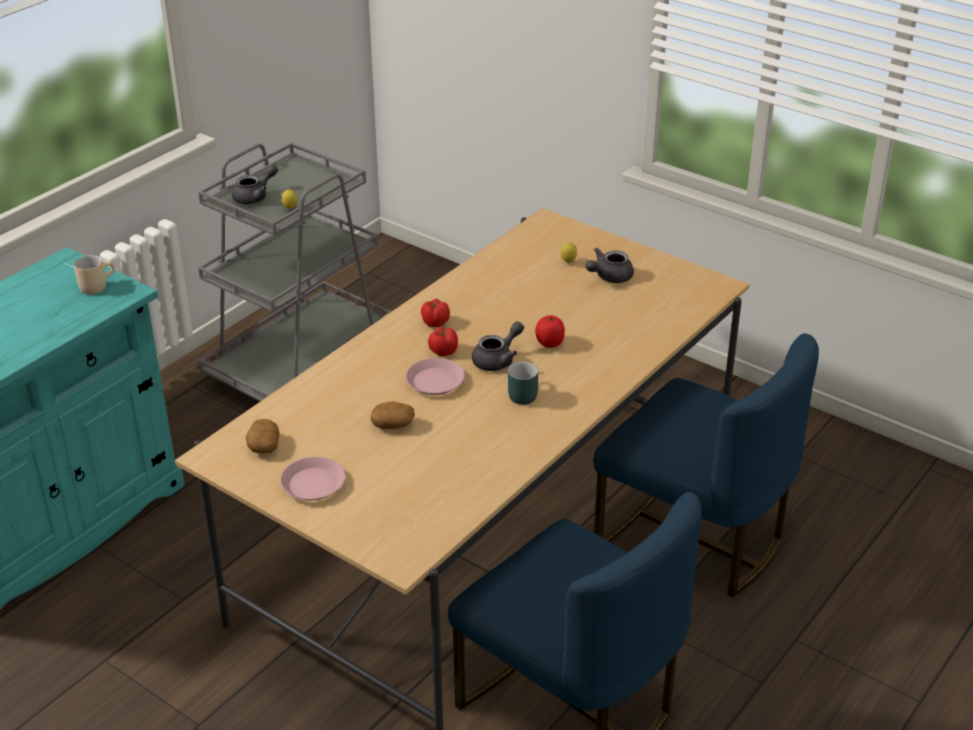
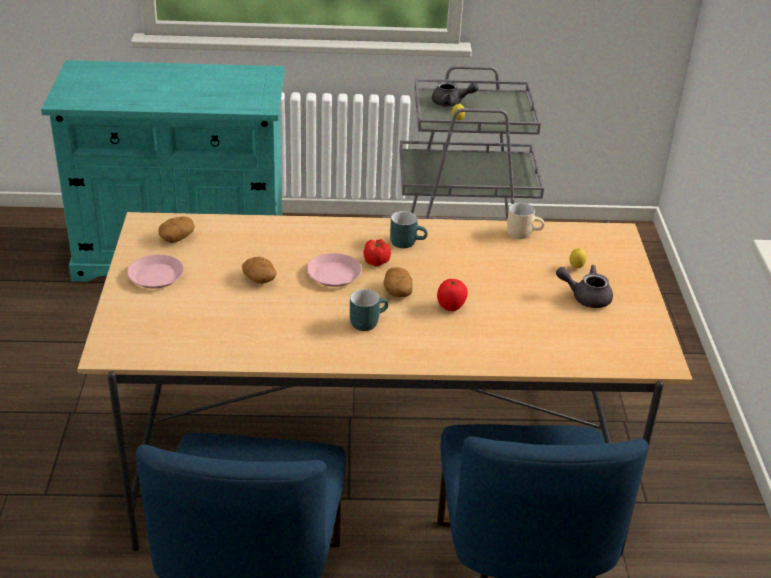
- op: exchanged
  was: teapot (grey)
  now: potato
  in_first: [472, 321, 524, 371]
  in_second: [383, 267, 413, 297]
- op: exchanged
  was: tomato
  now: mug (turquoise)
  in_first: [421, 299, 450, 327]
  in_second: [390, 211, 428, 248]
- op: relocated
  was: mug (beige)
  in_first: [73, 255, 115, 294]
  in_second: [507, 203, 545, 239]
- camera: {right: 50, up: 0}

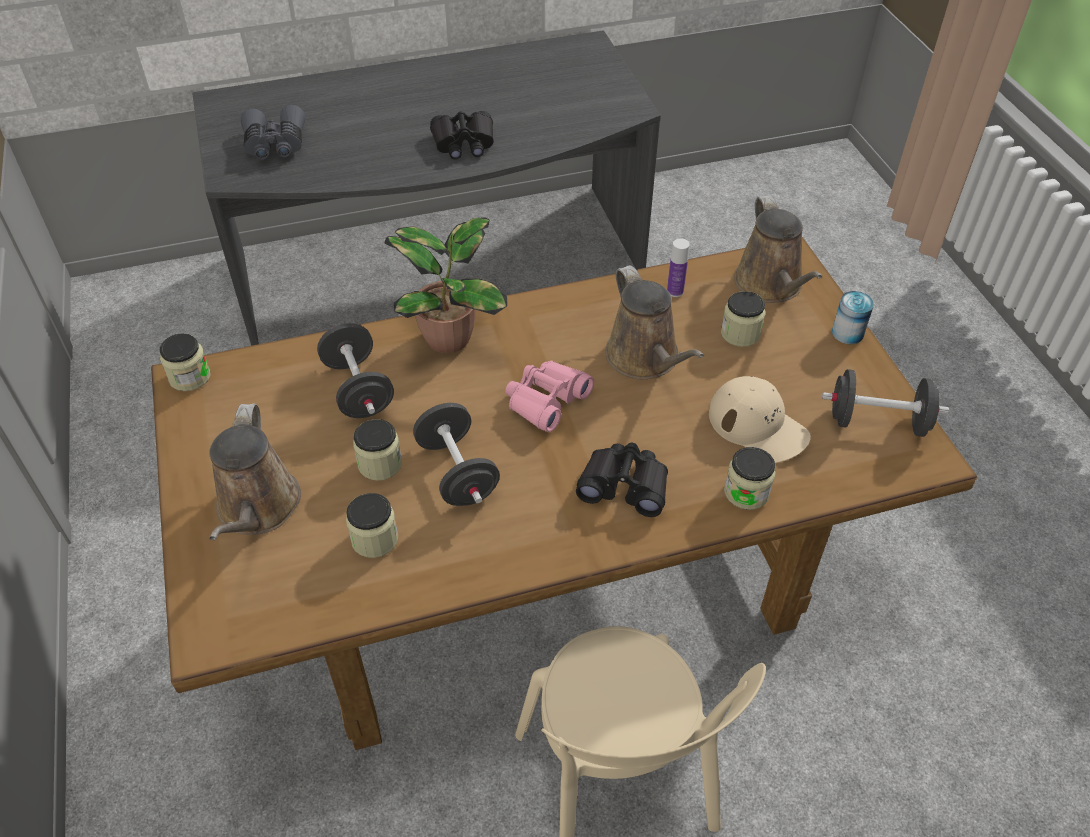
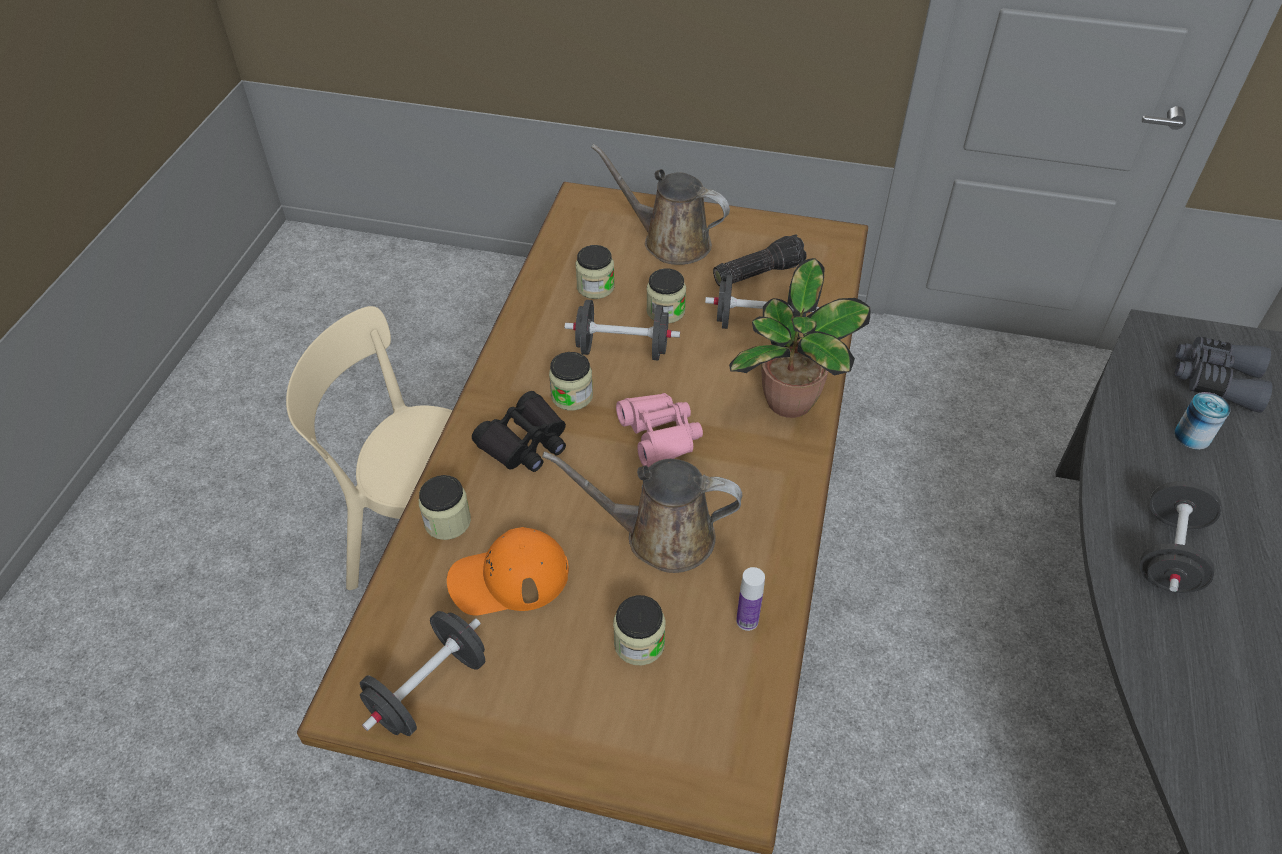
- op: colour
  was: cap (beige)
  now: cap (orange)
  in_first: [709, 376, 811, 463]
  in_second: [447, 527, 569, 616]
- op: relocated
  was: jar
  in_first: [160, 333, 210, 391]
  in_second: [549, 352, 593, 410]
- op: appeared
  now: flashlight
  in_second: [713, 234, 806, 287]
- op: exchanged
  was: binoculars (black)
  now: dumbbell (black)
  in_first: [430, 111, 494, 160]
  in_second: [1140, 481, 1221, 593]
- op: relocated
  was: can
  in_first: [832, 291, 874, 344]
  in_second: [1174, 392, 1230, 450]
- op: missing
  was: watering can (brown)
  in_first: [734, 195, 822, 303]
- camera: {right: 120, up: 0}

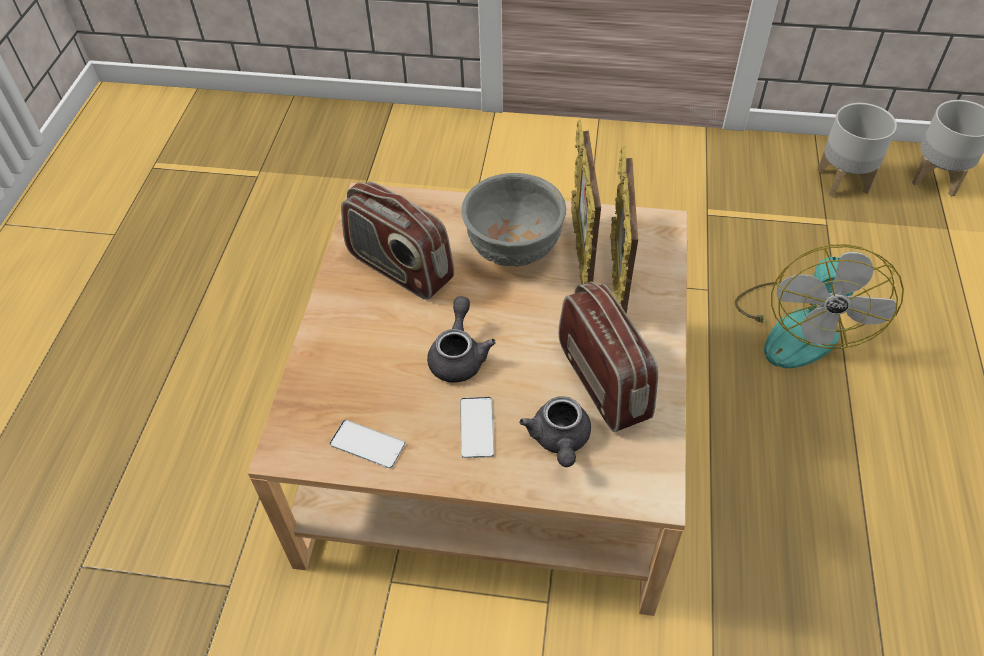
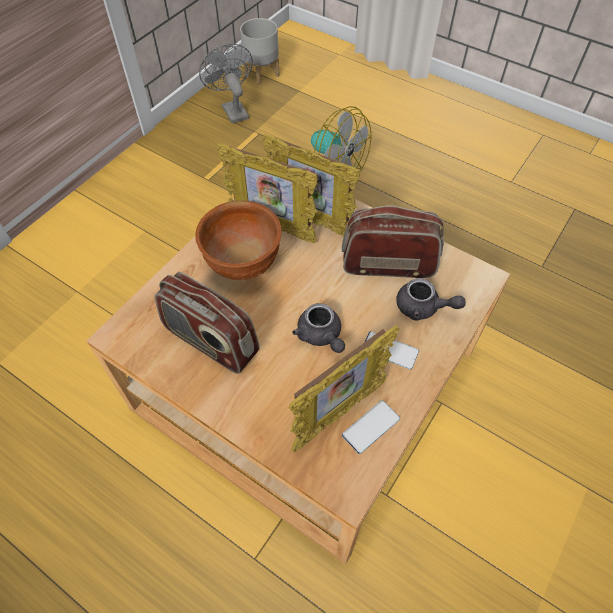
- op: spun
  was: radio
  in_first: [341, 181, 454, 300]
  in_second: [155, 272, 260, 374]
  clockwise: 60
- op: colour
  was: bowl (grey)
  now: bowl (brown)
  in_first: [461, 173, 566, 267]
  in_second: [195, 200, 282, 280]
- op: exchanged
  was: planter (grey)
  now: fan (grey)
  in_first: [817, 103, 897, 197]
  in_second: [199, 44, 253, 124]
- op: appeared
  now: picture frame
  in_second: [289, 325, 399, 452]
- op: spun
  was: teapot (grey)
  in_first: [427, 296, 496, 383]
  in_second: [292, 303, 345, 353]
  clockwise: -150
- camera: {right: -65, up: 5}

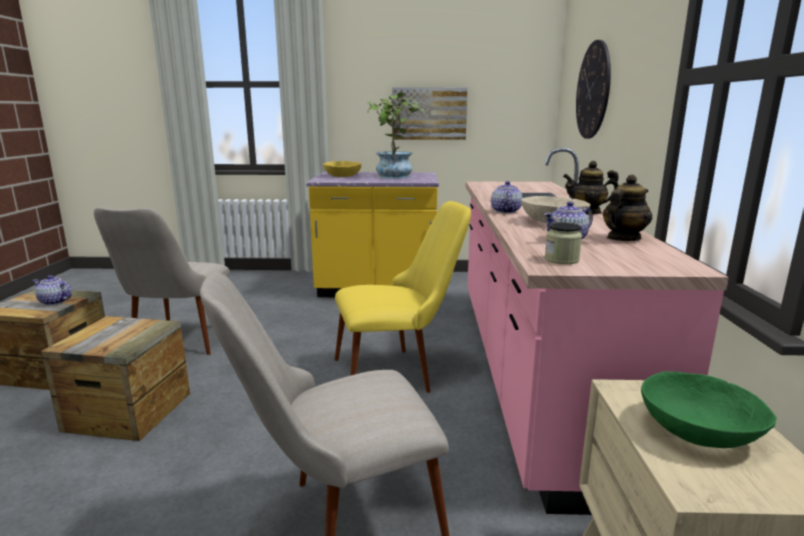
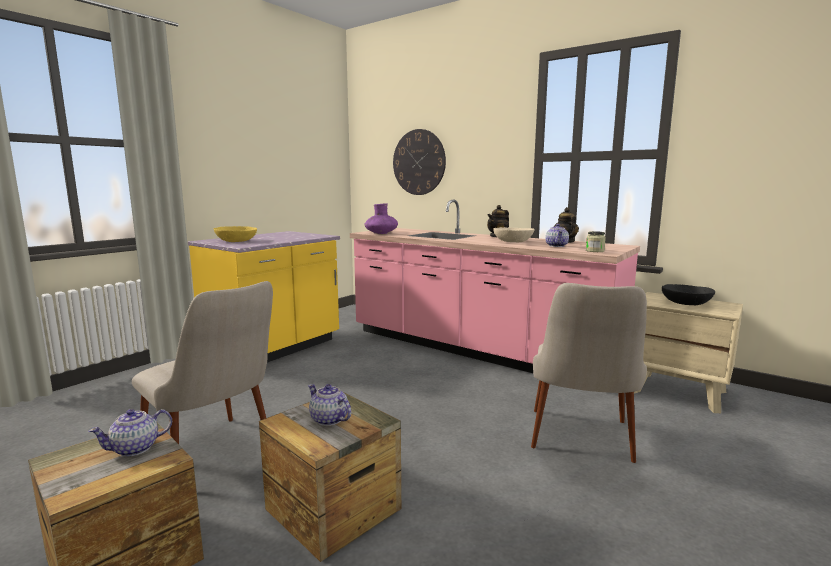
- op: relocated
  was: teapot
  in_first: [491, 181, 523, 213]
  in_second: [308, 384, 351, 426]
- op: appeared
  now: vase (purple)
  in_second: [364, 203, 398, 234]
- op: colour
  was: bowl (green)
  now: bowl (black)
  in_first: [641, 371, 776, 448]
  in_second: [662, 284, 715, 306]
- op: missing
  was: chair (yellow)
  in_first: [335, 201, 471, 393]
- op: missing
  was: potted plant
  in_first: [367, 92, 425, 179]
- op: missing
  was: picture
  in_first: [392, 87, 468, 140]
- camera: {right: -55, up: -5}

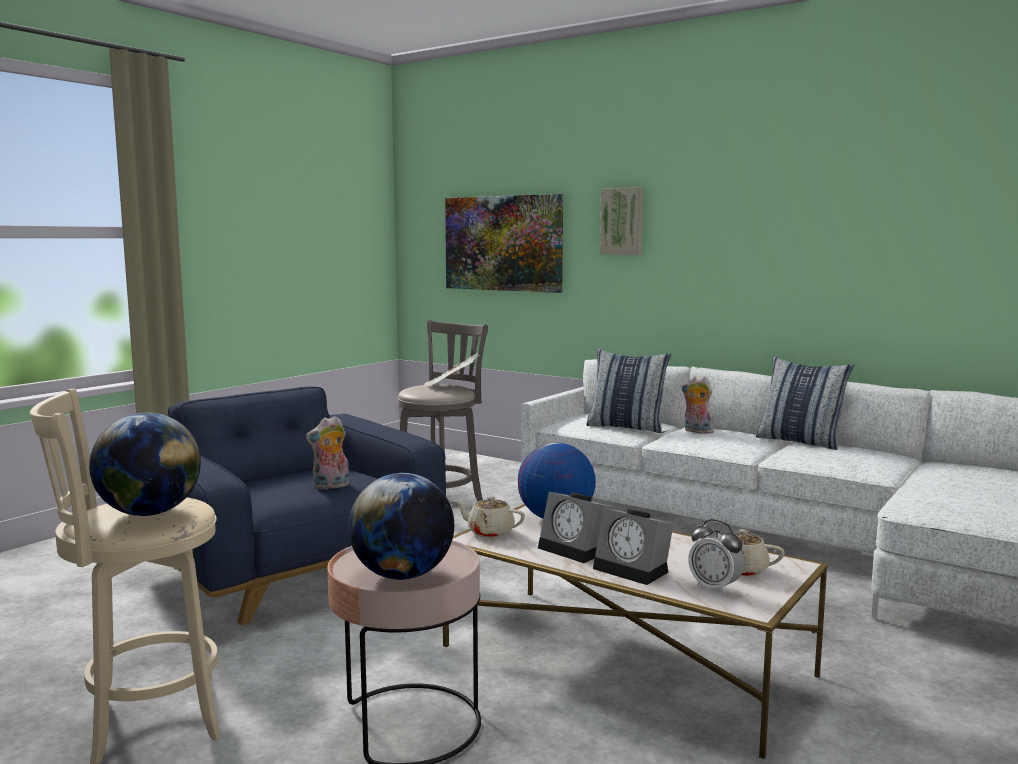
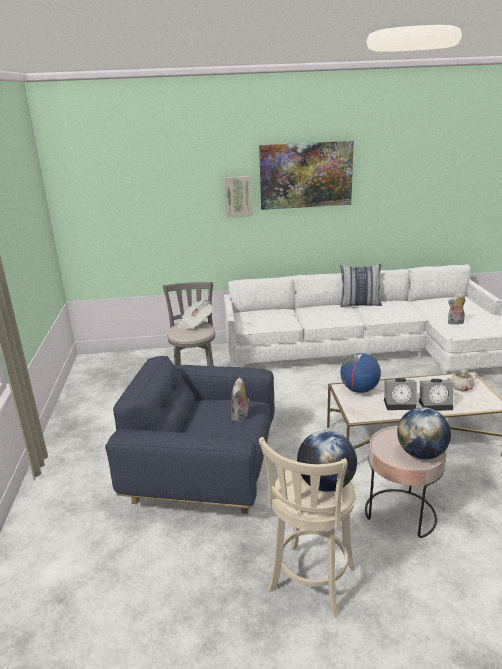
- op: relocated
  was: picture
  in_first: [445, 194, 563, 293]
  in_second: [259, 141, 354, 210]
- op: relocated
  was: plush toy
  in_first: [681, 376, 715, 434]
  in_second: [448, 293, 466, 325]
- op: missing
  was: teapot (beige)
  in_first: [454, 496, 525, 538]
- op: missing
  was: pillow
  in_first: [586, 349, 671, 433]
- op: missing
  was: alarm clock
  in_first: [688, 519, 744, 594]
- camera: {right: -40, up: 15}

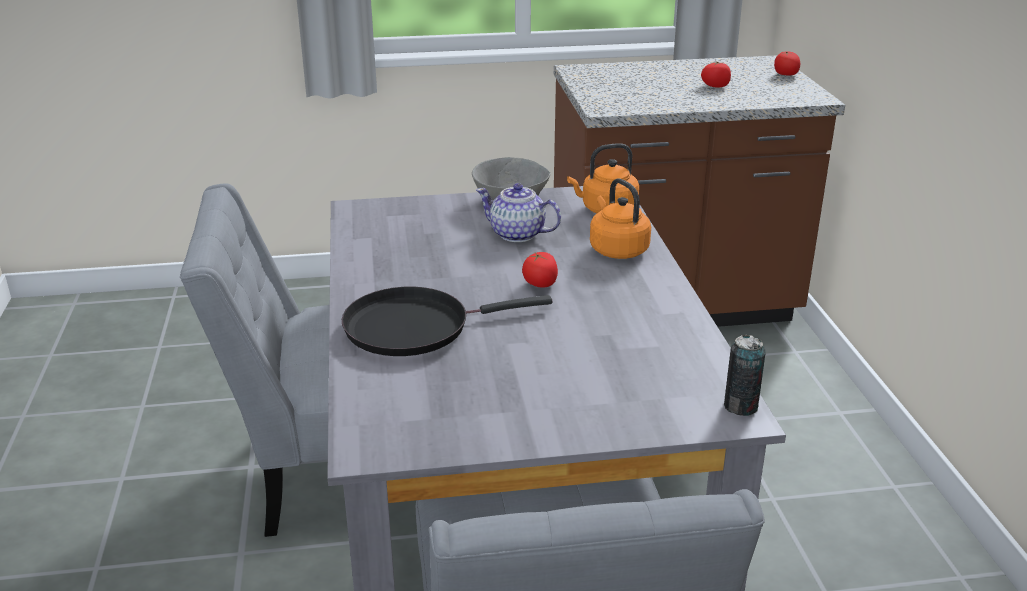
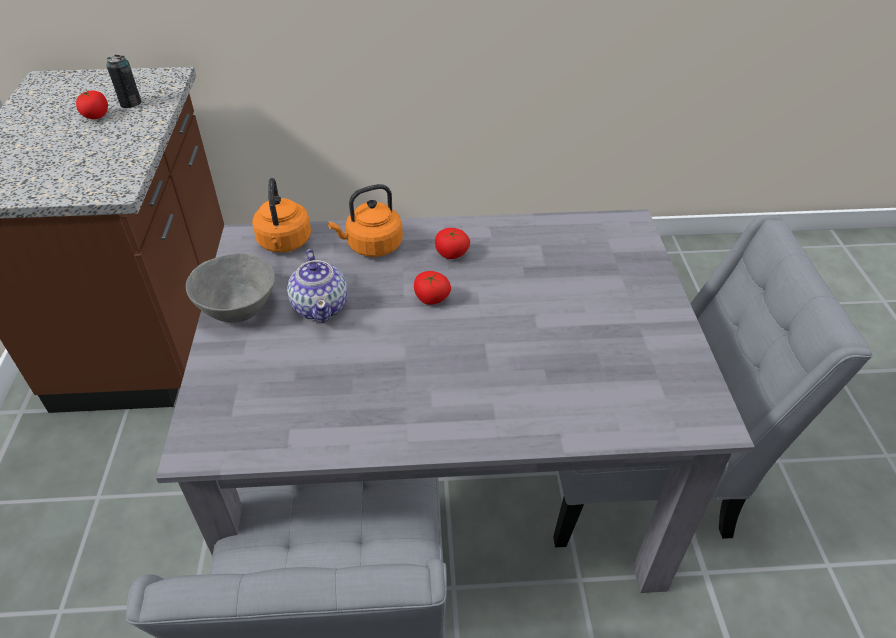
- op: relocated
  was: can
  in_first: [724, 335, 766, 416]
  in_second: [106, 55, 141, 108]
- op: spun
  was: teapot
  in_first: [476, 183, 561, 242]
  in_second: [287, 249, 348, 323]
  clockwise: -45
- op: relocated
  was: tomato
  in_first: [774, 51, 800, 76]
  in_second: [435, 228, 470, 259]
- op: missing
  was: frying pan (black)
  in_first: [342, 287, 552, 356]
- camera: {right: -85, up: 15}

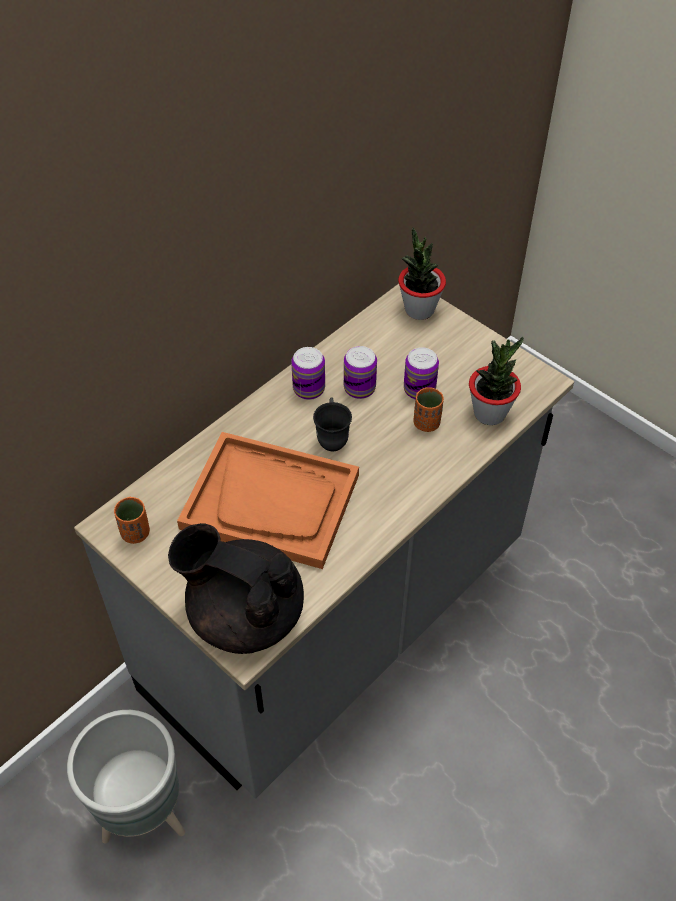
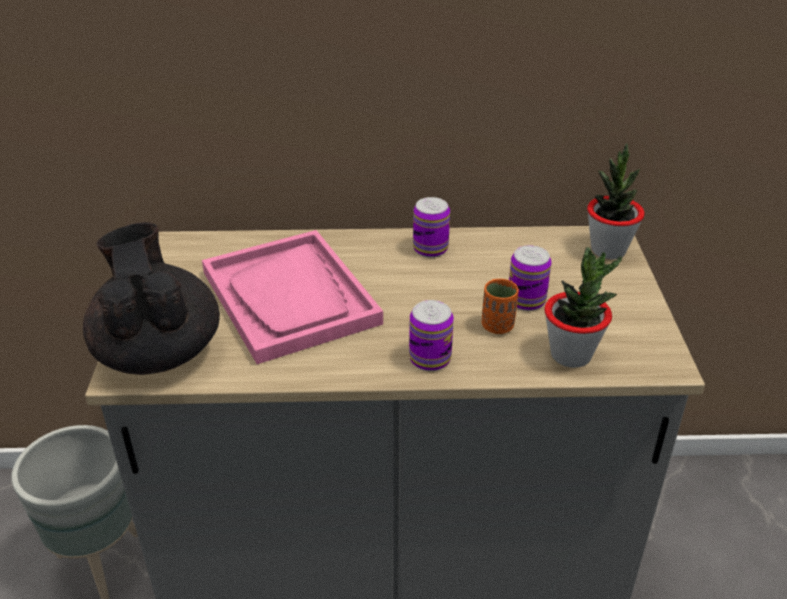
- op: colour
  was: tray (orange)
  now: tray (pink)
  in_first: [177, 432, 359, 569]
  in_second: [202, 230, 383, 364]
- op: relocated
  was: can
  in_first: [344, 346, 377, 399]
  in_second: [409, 300, 454, 371]
- op: missing
  was: cup (orange)
  in_first: [114, 497, 150, 544]
- op: missing
  was: mug (grey)
  in_first: [313, 397, 352, 451]
- camera: {right: 45, up: -15}

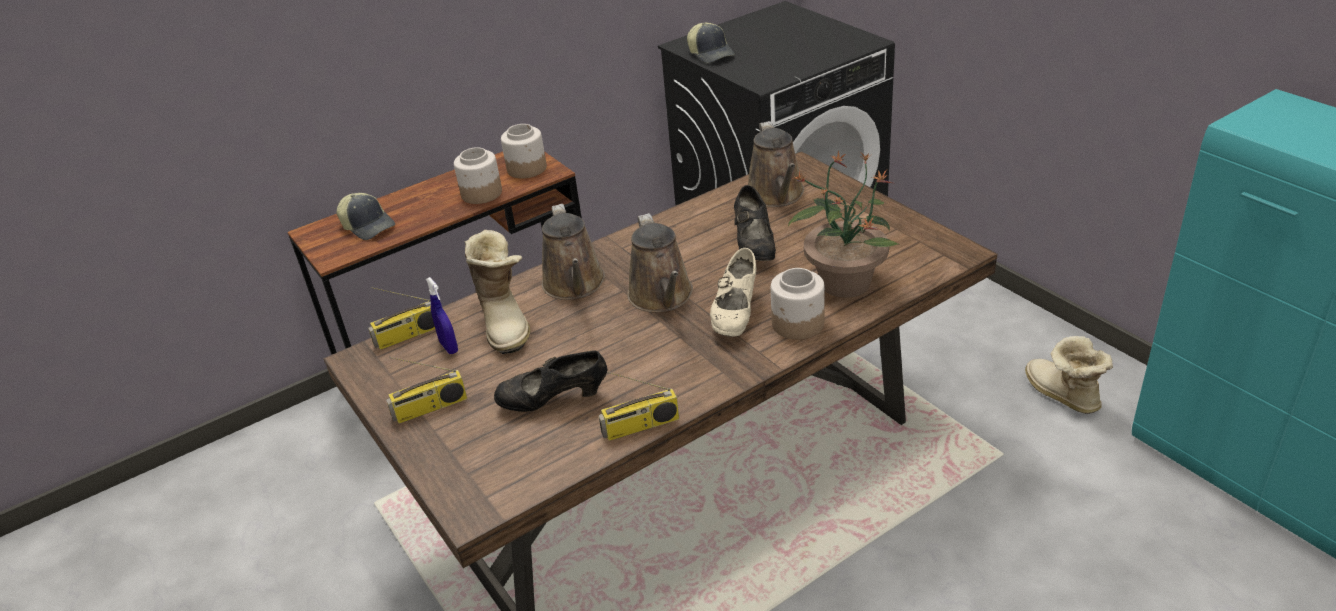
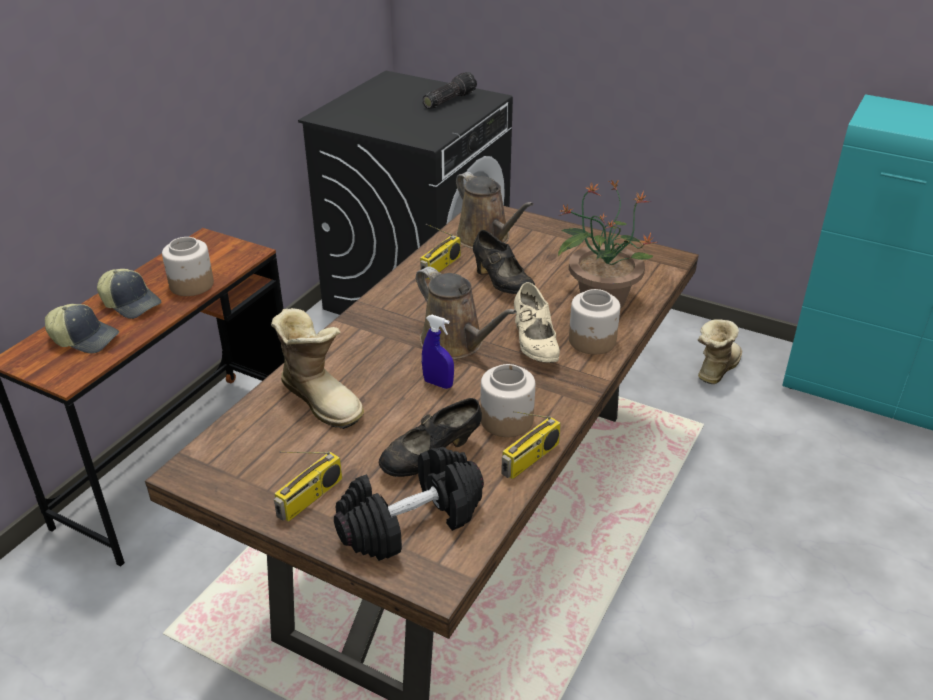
- op: relocated
  was: cap
  in_first: [687, 23, 735, 63]
  in_second: [97, 269, 161, 319]
- op: appeared
  now: dumbbell (black)
  in_second: [334, 447, 484, 561]
- op: relocated
  was: radio
  in_first: [368, 287, 435, 350]
  in_second: [420, 224, 461, 280]
- op: appeared
  now: flashlight
  in_second: [422, 72, 477, 109]
- op: relocated
  was: spray bottle (blue)
  in_first: [426, 277, 458, 354]
  in_second: [422, 315, 454, 389]
- op: relocated
  was: jar
  in_first: [501, 124, 547, 179]
  in_second: [480, 364, 535, 437]
- op: spun
  was: boot
  in_first: [1025, 336, 1113, 414]
  in_second: [698, 319, 742, 384]
  clockwise: 90
- op: missing
  was: watering can (brown)
  in_first: [541, 204, 605, 300]
- camera: {right: -30, up: 0}

